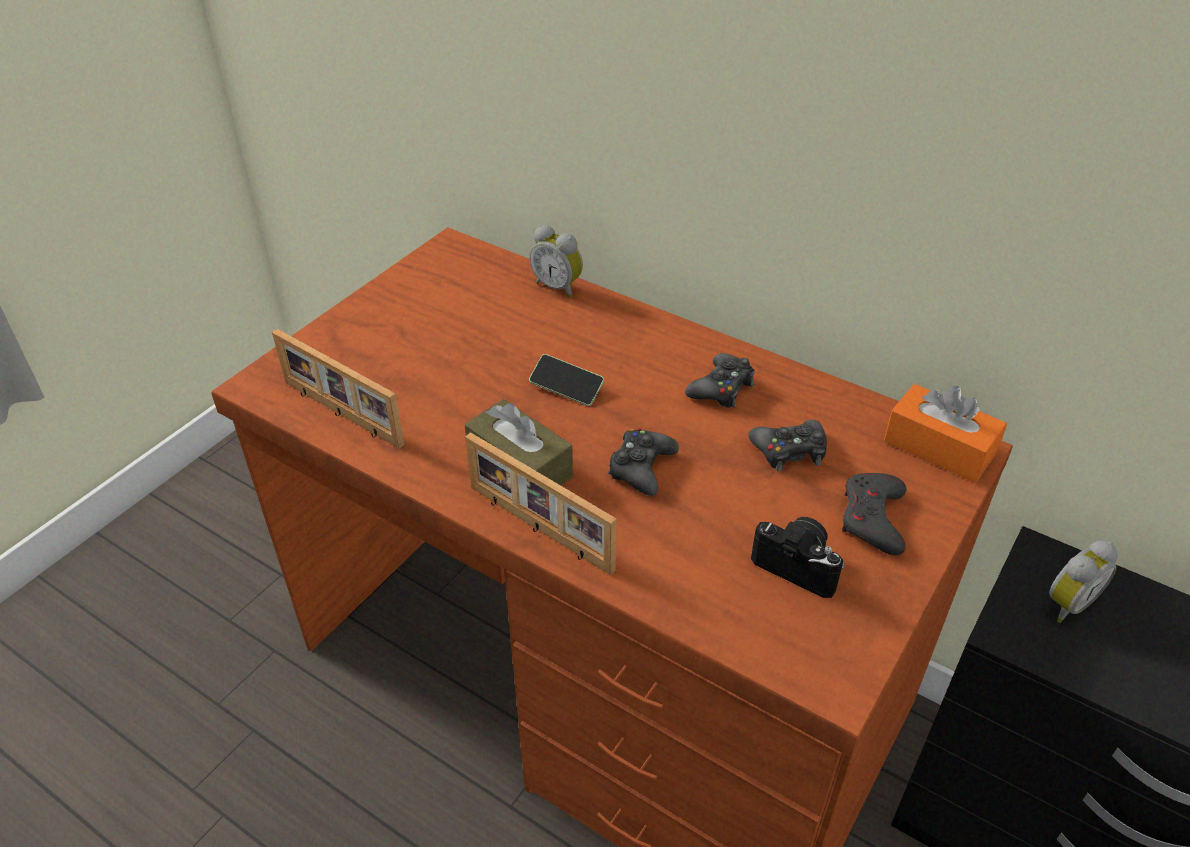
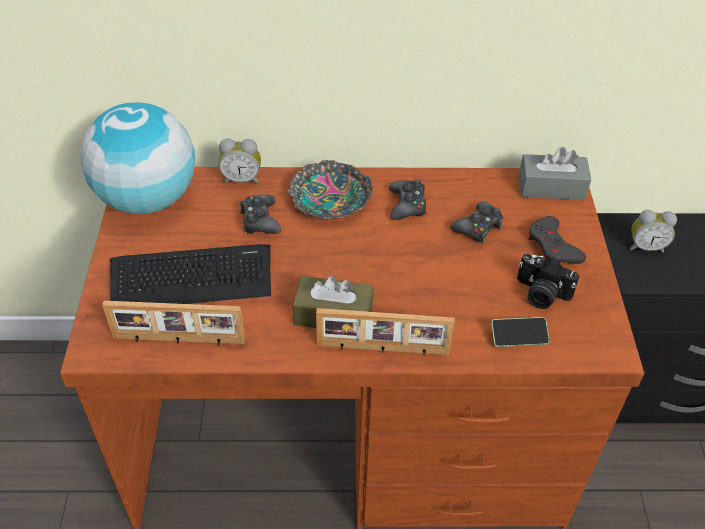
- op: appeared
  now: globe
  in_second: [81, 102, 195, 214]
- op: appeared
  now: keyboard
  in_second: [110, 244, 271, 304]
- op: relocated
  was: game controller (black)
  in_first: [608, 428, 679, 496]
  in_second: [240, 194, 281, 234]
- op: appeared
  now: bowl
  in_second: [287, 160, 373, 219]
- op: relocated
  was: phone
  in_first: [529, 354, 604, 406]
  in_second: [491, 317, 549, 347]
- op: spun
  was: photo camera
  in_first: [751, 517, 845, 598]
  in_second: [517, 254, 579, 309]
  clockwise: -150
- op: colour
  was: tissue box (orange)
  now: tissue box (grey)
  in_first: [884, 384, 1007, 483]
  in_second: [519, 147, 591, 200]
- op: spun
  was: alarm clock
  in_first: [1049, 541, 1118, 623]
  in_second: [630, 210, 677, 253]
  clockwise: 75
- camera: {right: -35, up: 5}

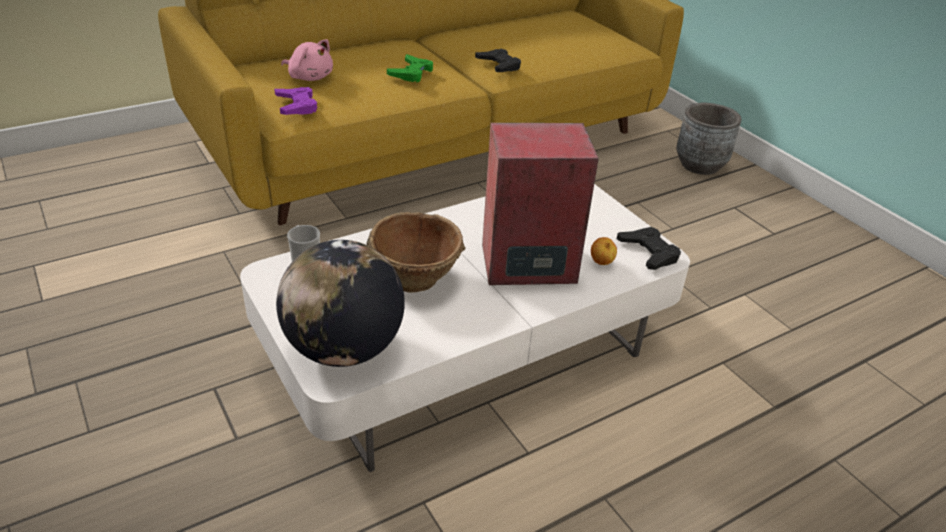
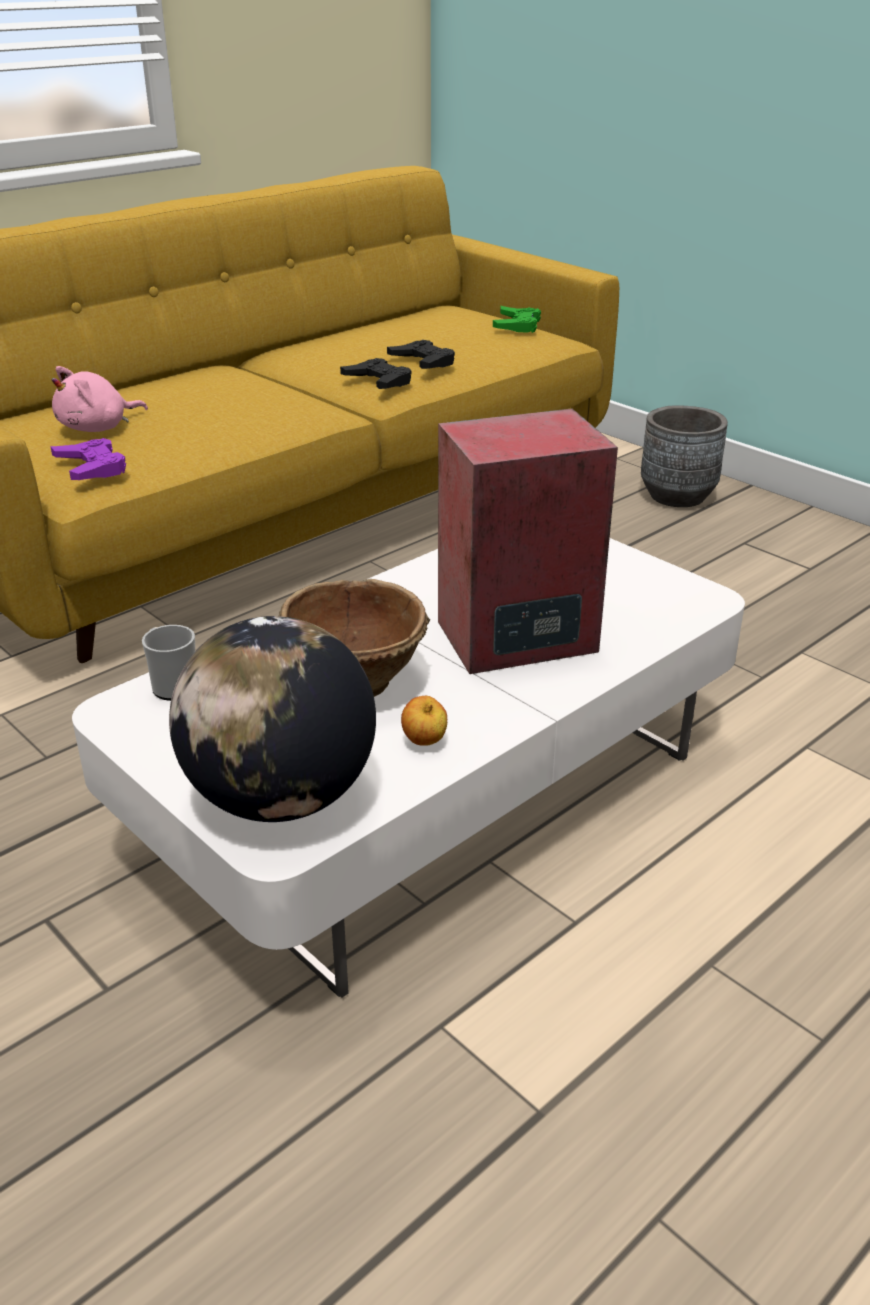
- op: spun
  was: plush toy (pink)
  in_first: [281, 39, 333, 81]
  in_second: [52, 366, 148, 432]
  clockwise: 120
- op: relocated
  was: game controller (black)
  in_first: [617, 227, 681, 270]
  in_second: [387, 340, 455, 369]
- op: relocated
  was: apple
  in_first: [591, 237, 617, 265]
  in_second: [401, 696, 447, 746]
- op: relocated
  was: game controller (green)
  in_first: [387, 54, 433, 82]
  in_second: [493, 306, 541, 333]
- camera: {right: -10, up: -5}

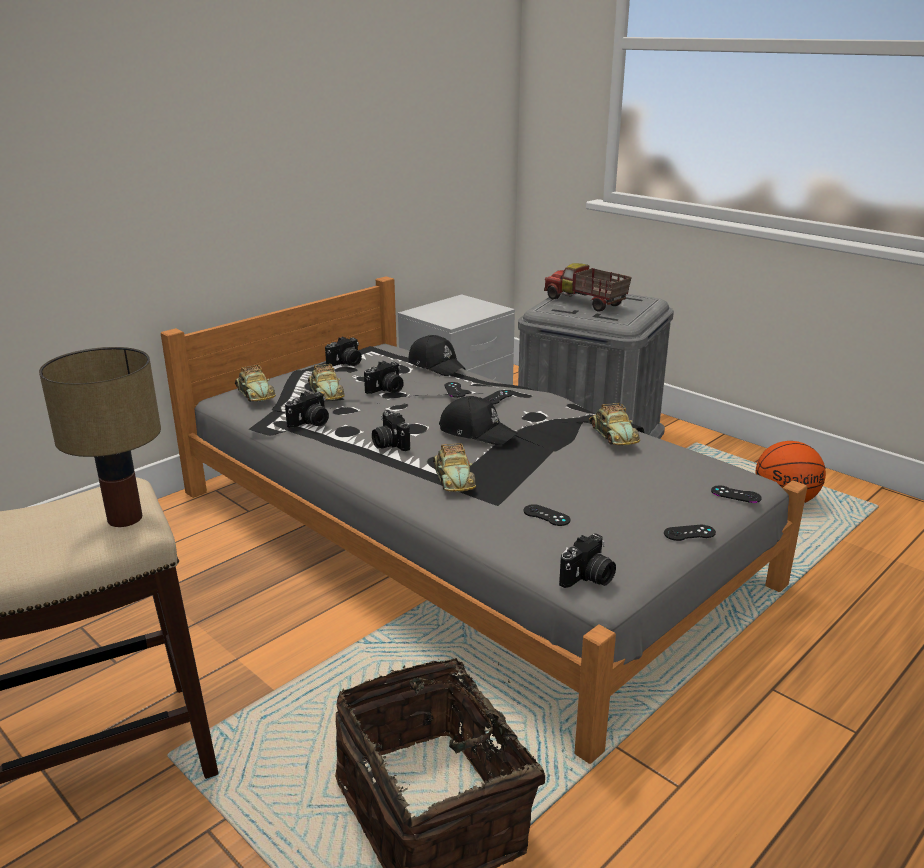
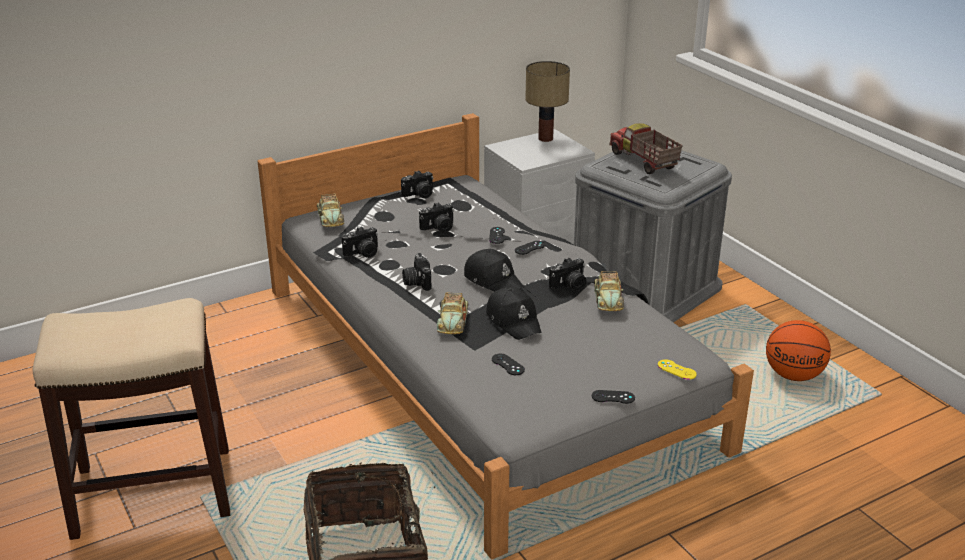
- op: relocated
  was: cap (black)
  in_first: [409, 335, 466, 376]
  in_second: [486, 287, 542, 340]
- op: relocated
  was: table lamp
  in_first: [39, 347, 161, 527]
  in_second: [525, 61, 570, 142]
- op: relocated
  was: photo camera
  in_first: [559, 533, 616, 588]
  in_second: [549, 258, 587, 291]
- op: colour
  was: game controller (black)
  now: game controller (yellow)
  in_first: [711, 486, 762, 503]
  in_second: [658, 359, 697, 380]
- op: missing
  was: toy car
  in_first: [308, 364, 345, 401]
- camera: {right: 15, up: 5}

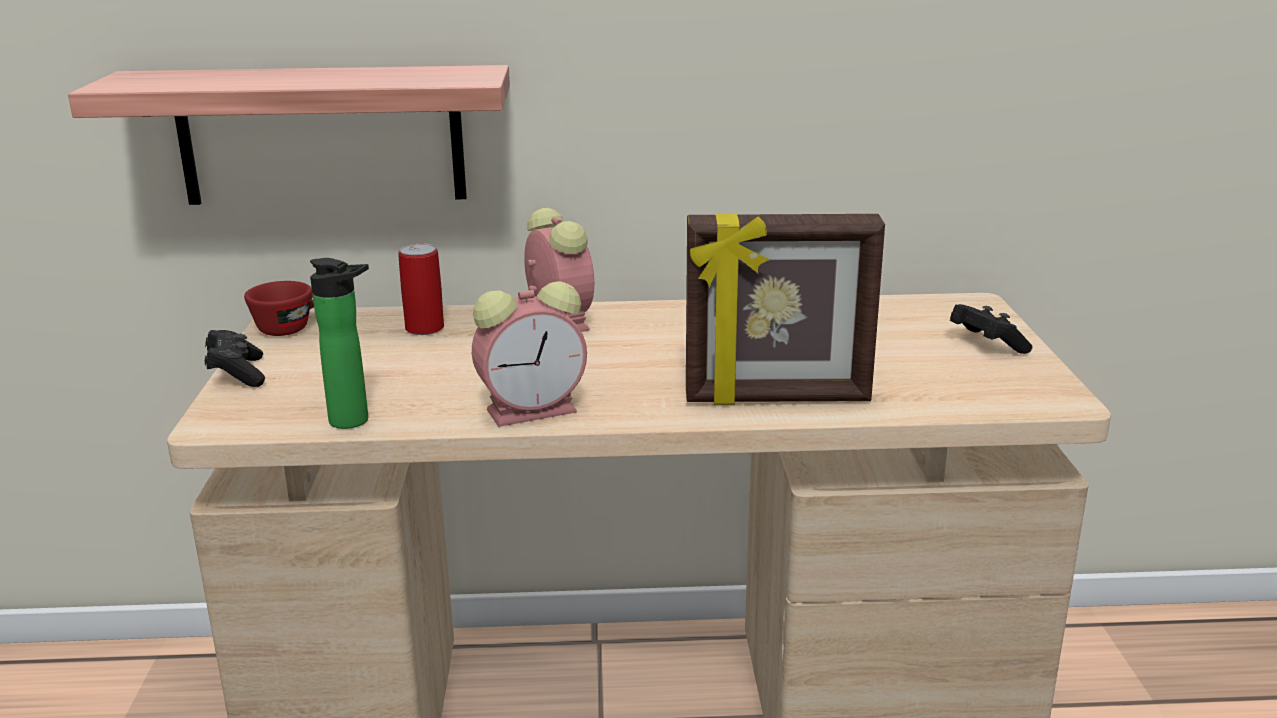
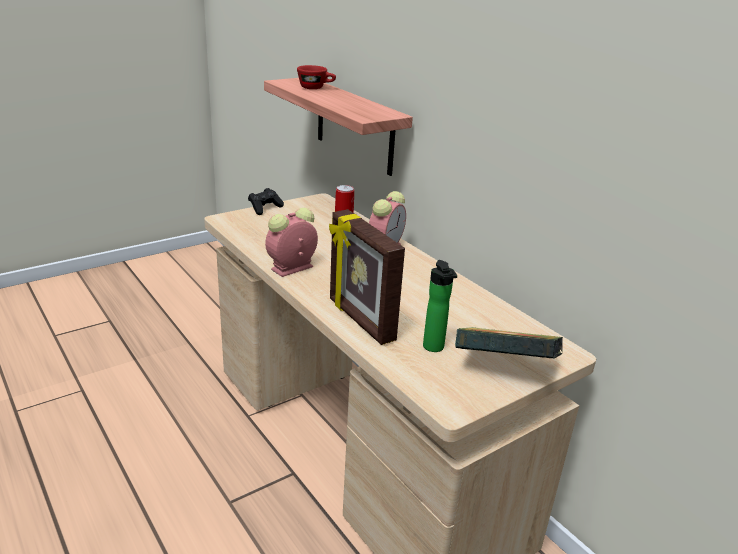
- op: spun
  was: alarm clock
  in_first: [472, 281, 587, 427]
  in_second: [265, 208, 318, 277]
  clockwise: 105
- op: relocated
  was: cup (red)
  in_first: [244, 281, 314, 336]
  in_second: [297, 65, 336, 89]
- op: relocated
  was: bottle
  in_first: [310, 258, 369, 429]
  in_second: [423, 260, 457, 352]
- op: exchanged
  was: game controller (black)
  now: book
  in_first: [950, 304, 1032, 354]
  in_second: [455, 327, 563, 359]
- camera: {right: 55, up: 5}

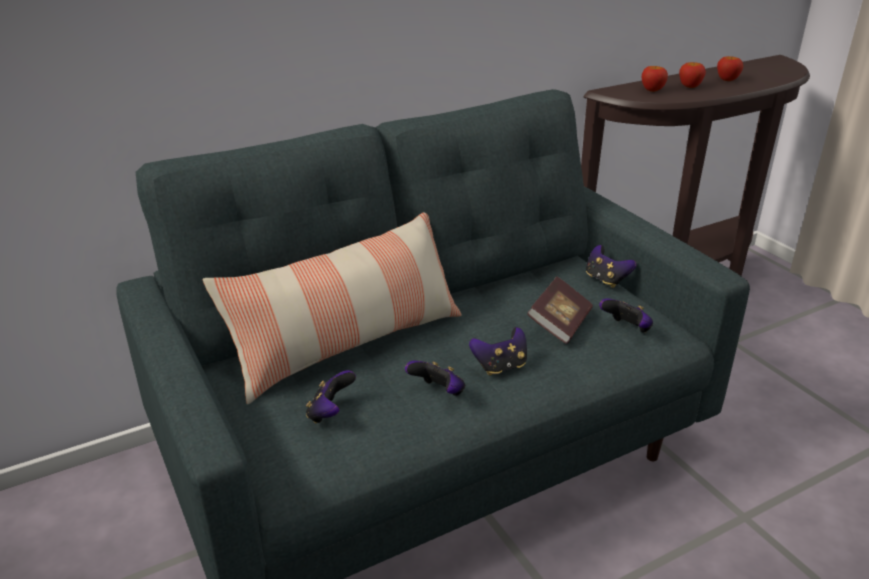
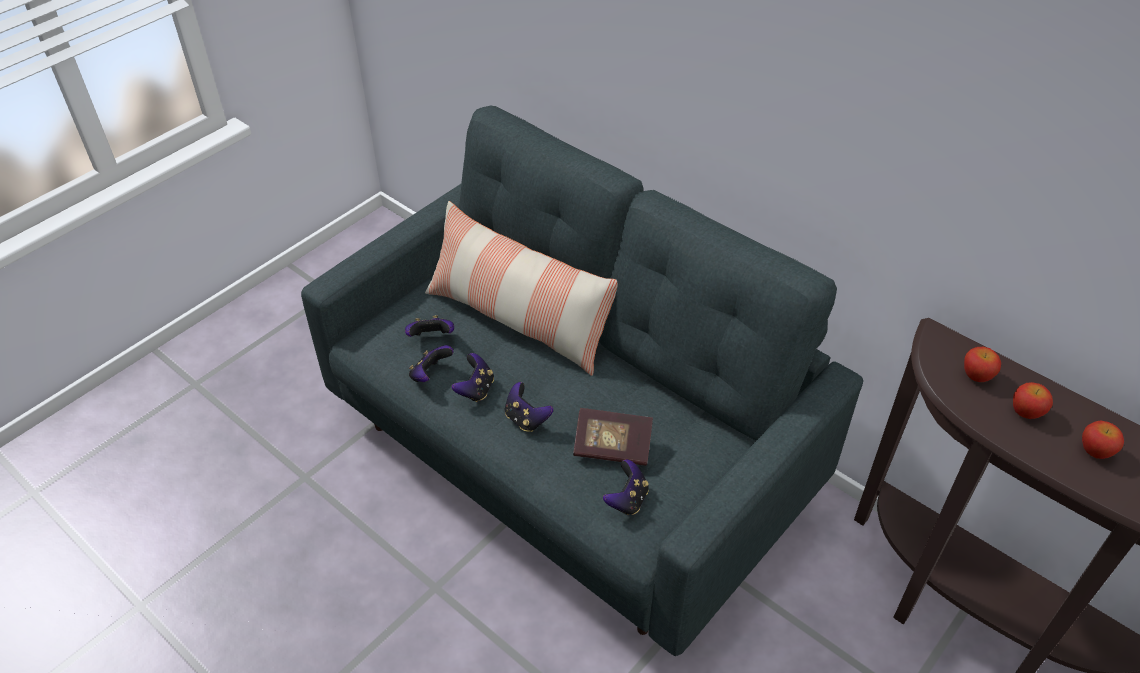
- op: relocated
  was: game controller
  in_first: [586, 245, 637, 288]
  in_second: [409, 345, 453, 382]
- camera: {right: 70, up: 15}

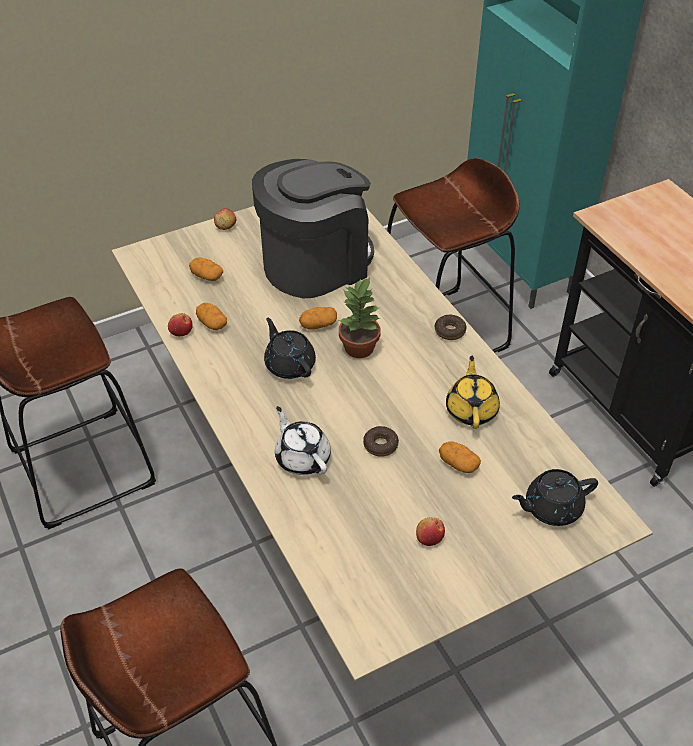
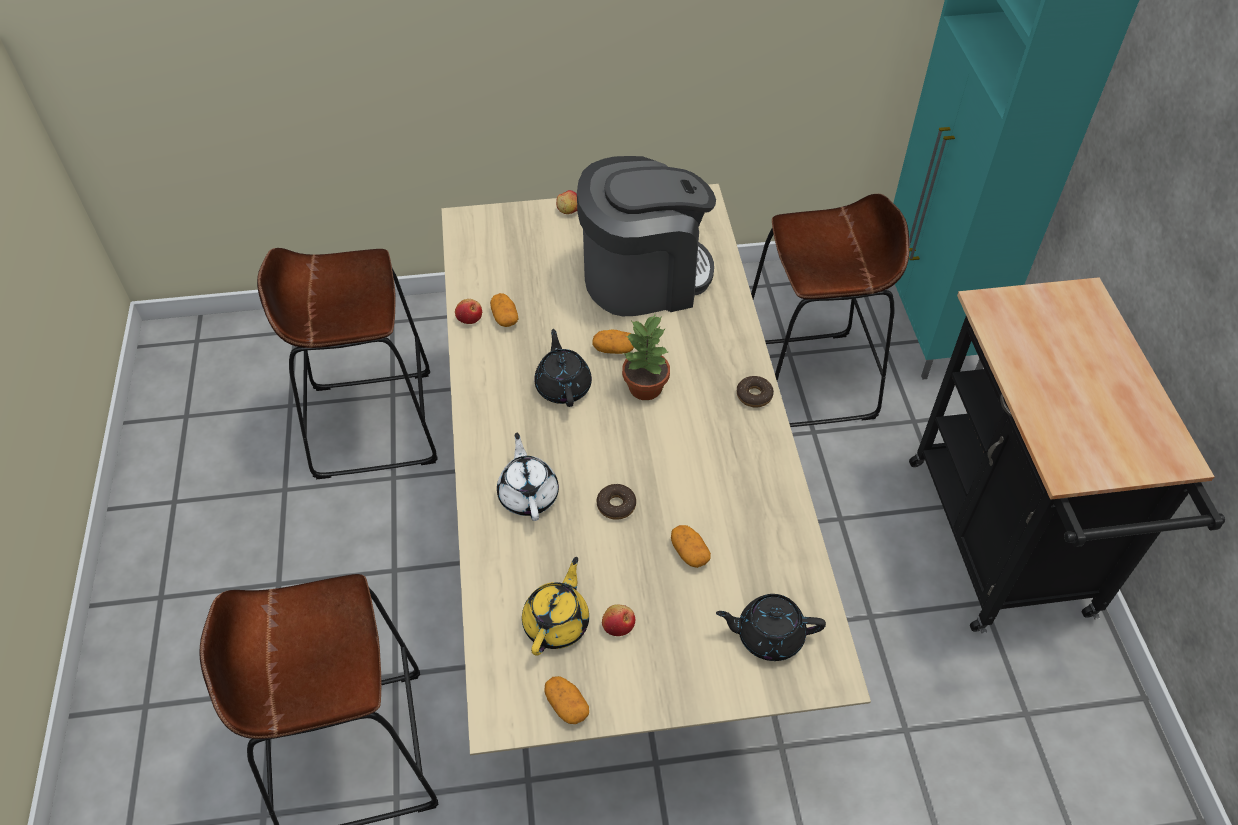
- op: relocated
  was: teapot (yellow)
  in_first: [446, 356, 500, 429]
  in_second: [522, 557, 589, 656]
- op: relocated
  was: potato
  in_first: [189, 257, 223, 281]
  in_second: [544, 676, 589, 724]
- camera: {right: 20, up: 5}

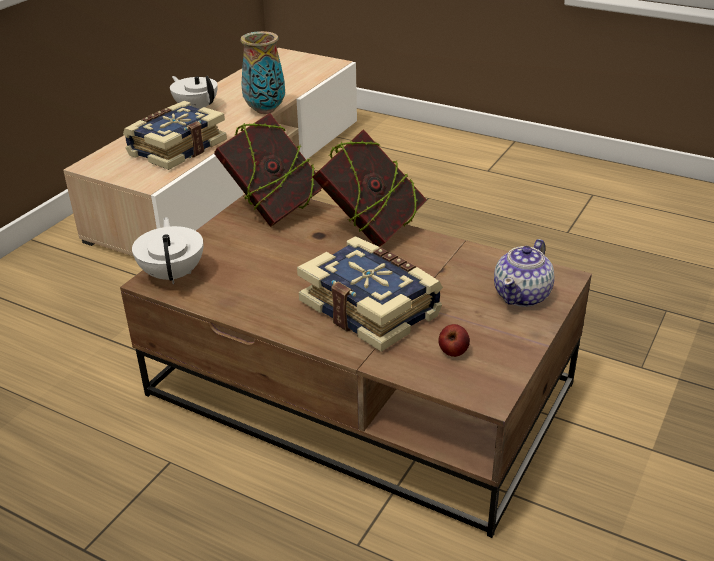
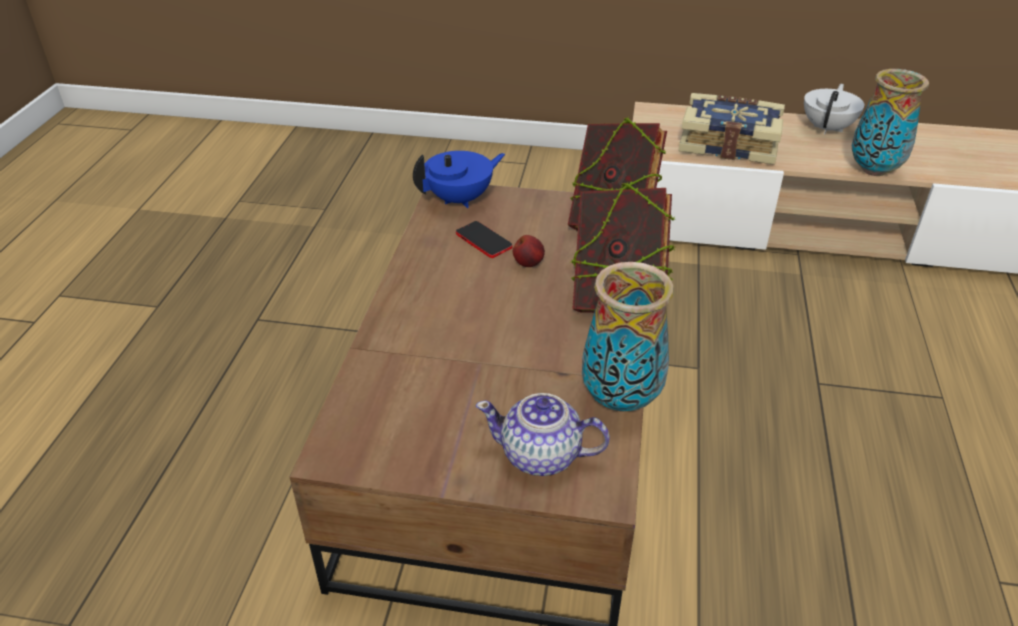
- op: colour
  was: teapot (white)
  now: teapot (blue)
  in_first: [132, 217, 203, 284]
  in_second: [413, 151, 505, 208]
- op: appeared
  now: phone
  in_second: [456, 221, 513, 258]
- op: relocated
  was: apple
  in_first: [438, 324, 470, 357]
  in_second: [513, 235, 545, 267]
- op: appeared
  now: vase
  in_second: [582, 262, 674, 412]
- op: missing
  was: book
  in_first: [297, 236, 443, 352]
- camera: {right: 70, up: 5}

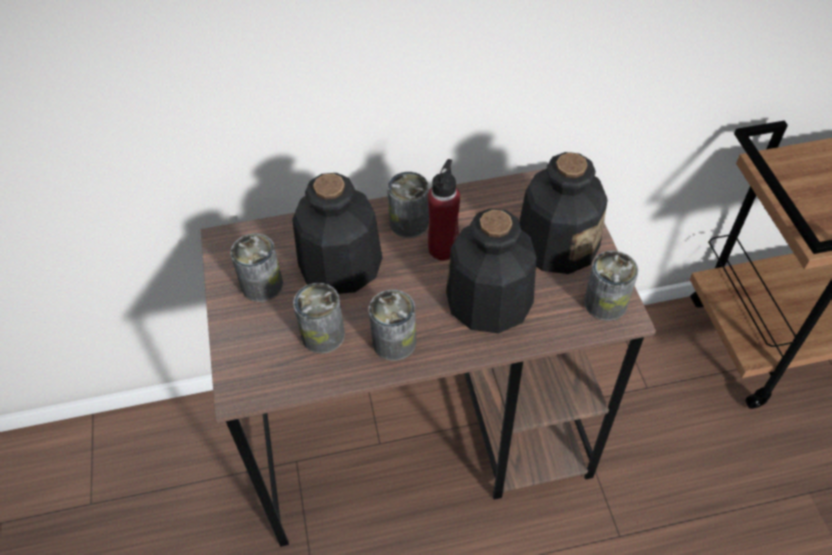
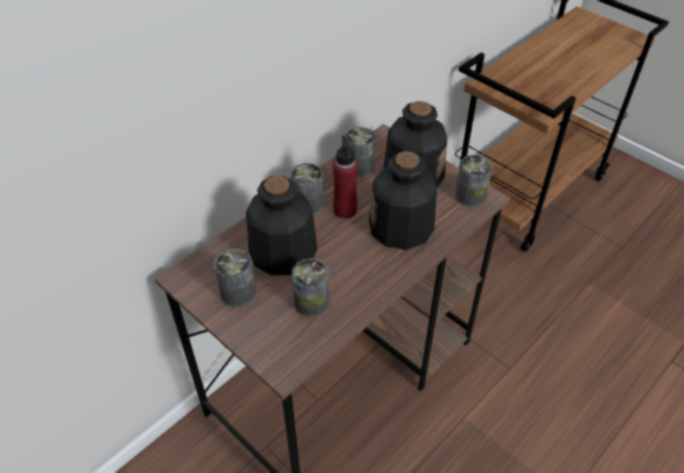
- op: relocated
  was: can
  in_first: [369, 290, 416, 361]
  in_second: [345, 127, 375, 177]
- camera: {right: -35, up: -5}

